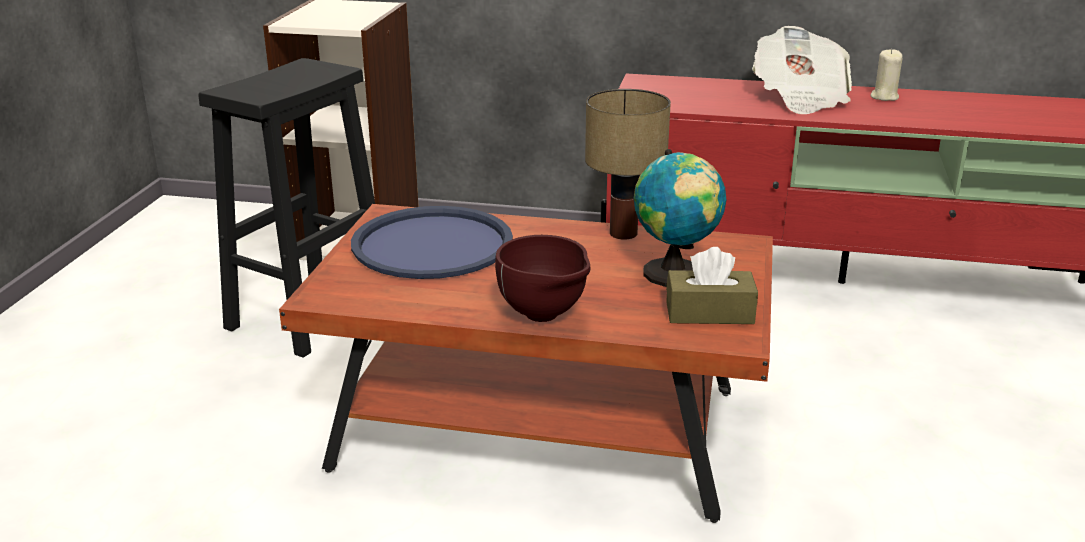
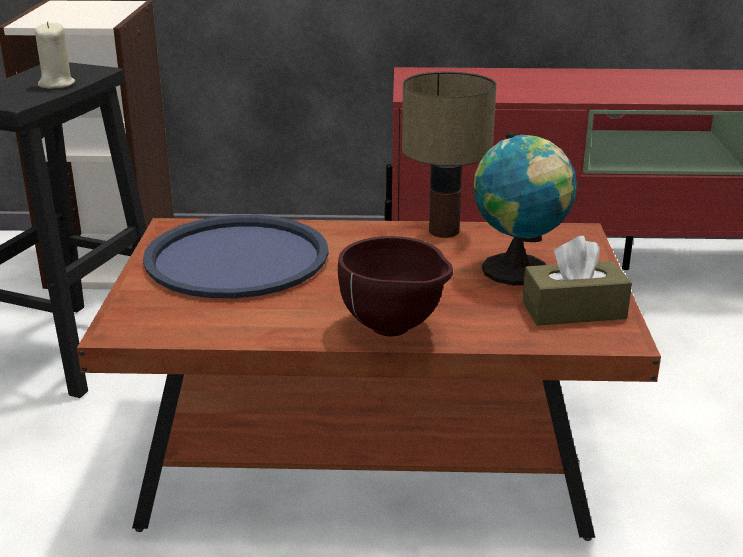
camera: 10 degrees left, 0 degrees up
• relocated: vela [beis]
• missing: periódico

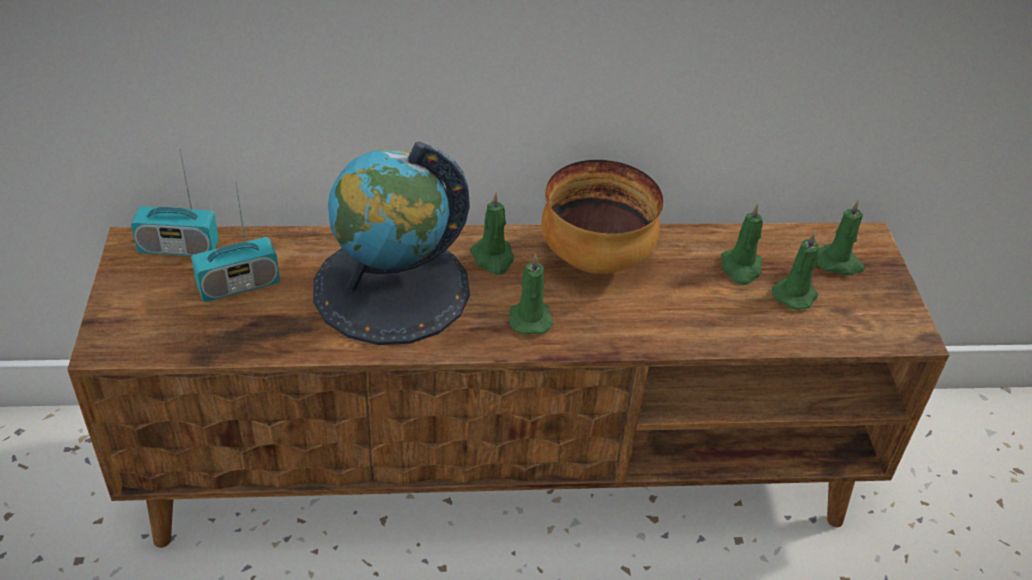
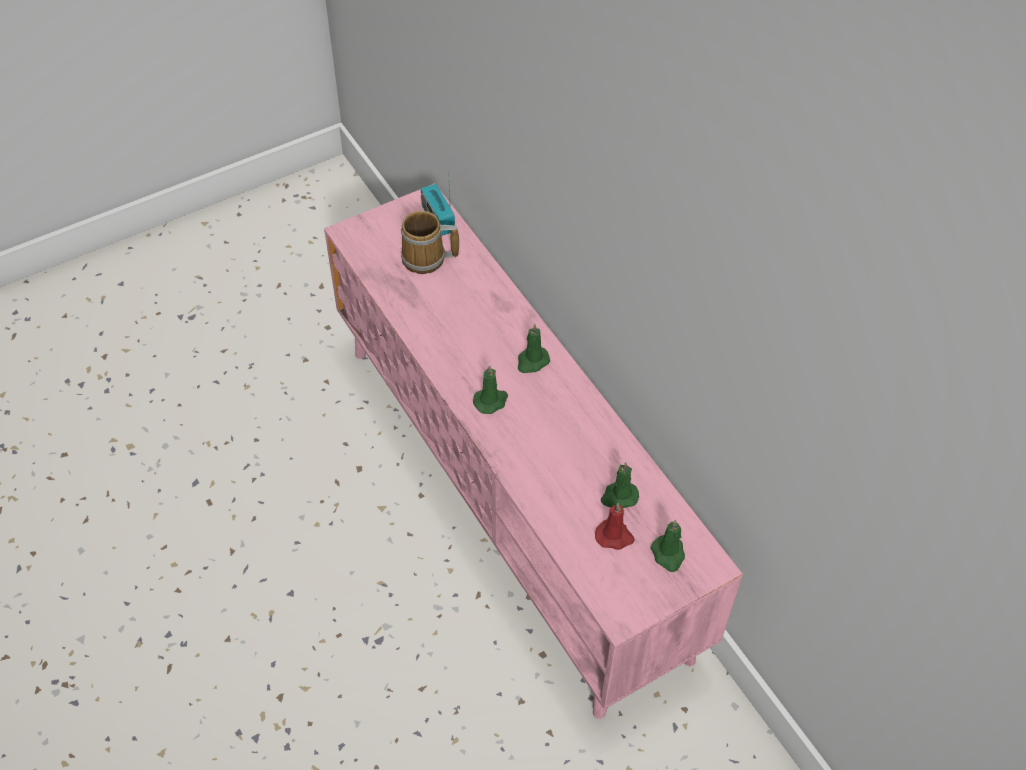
camera: 65 degrees right, 10 degrees up
• colour: mueble de televisión [marrón] to mueble de televisión [rosa]
• exchanged: radio (no. 2 from left) to taza grande
• colour: vela [verde] (no. 4 from left) to vela [rojo]
• missing: globo terráqueo
• missing: cuenco

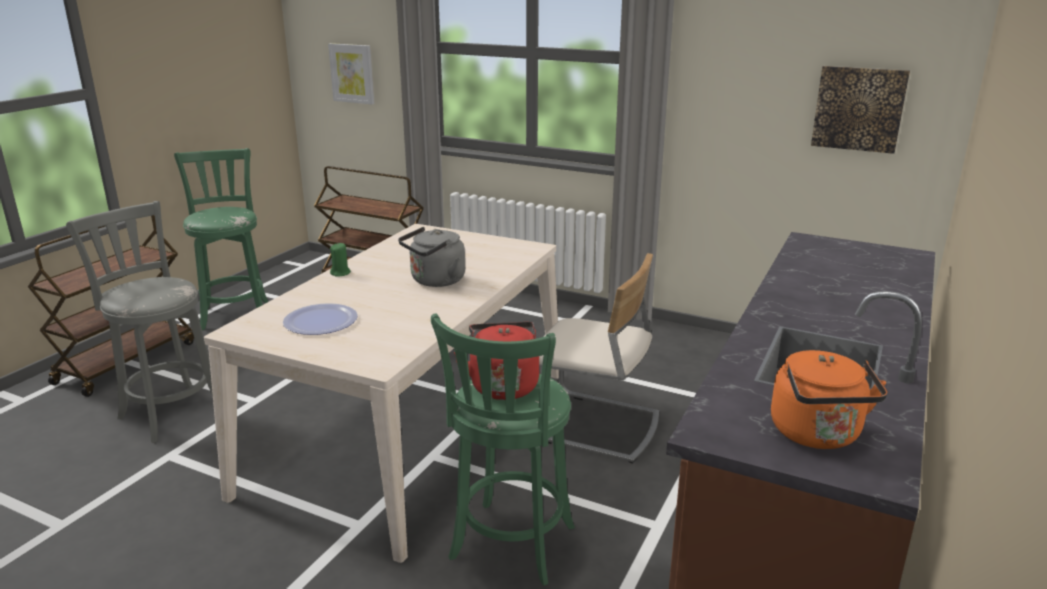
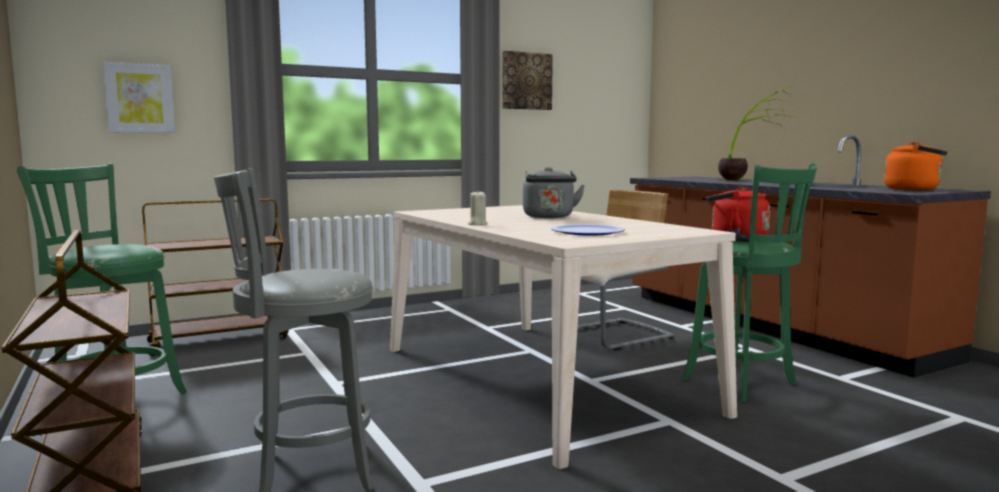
camera: 55 degrees left, 15 degrees down
• colour: vela [verde] to vela [beis]
• relocated: cuadro (no. 2 from left)
• appeared: planta en maceta

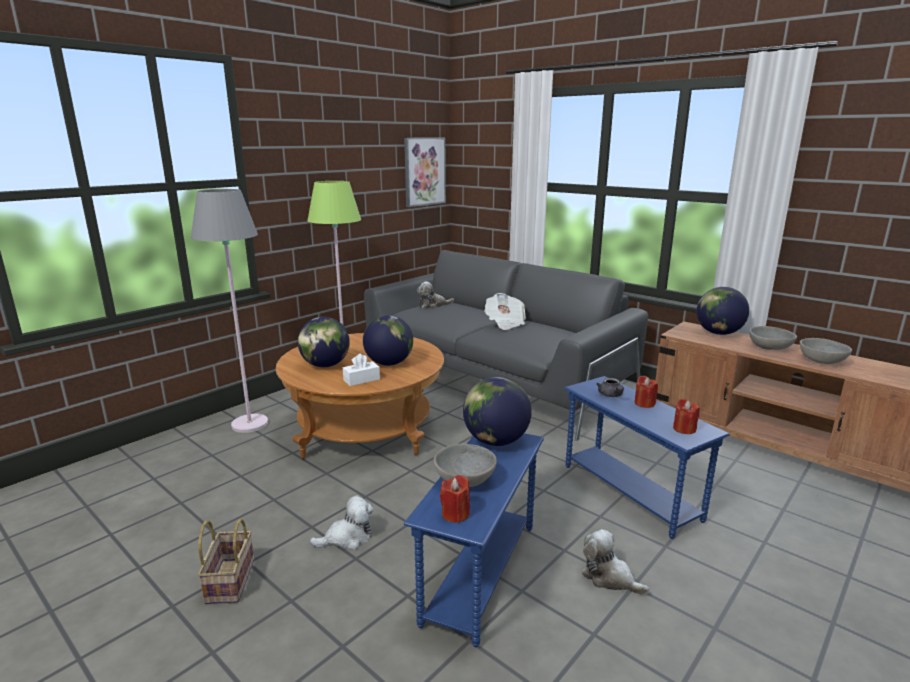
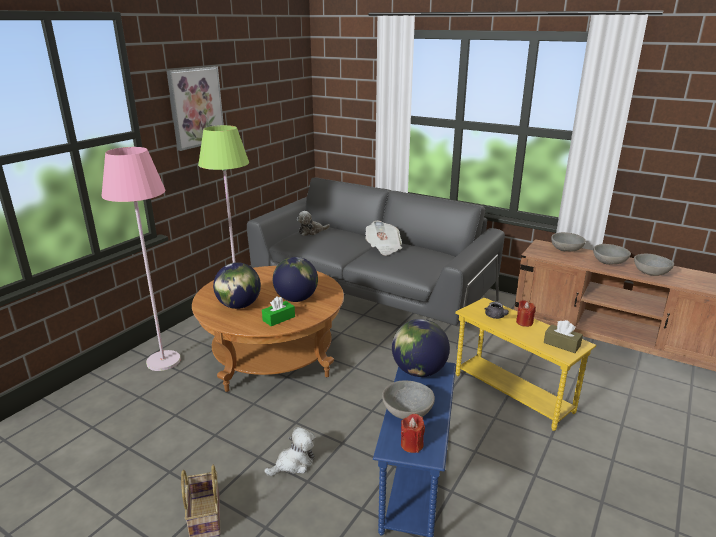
camera: 10 degrees left, 5 degrees up
• colour: lámpara de pie [gris] to lámpara de pie [rosa]
• relocated: cuadro
• colour: caja de pañuelos [blanco] to caja de pañuelos [verde]
• colour: mesa auxiliar [azul] (no. 2 from left) to mesa auxiliar [amarillo]
• exchanged: vela [rojo] (no. 3 from left) to caja de pañuelos [marrón]
• exchanged: globo terráqueo (no. 4 from left) to cuenco [gris] (no. 2 from left)
• missing: peluche (no. 3 from left)

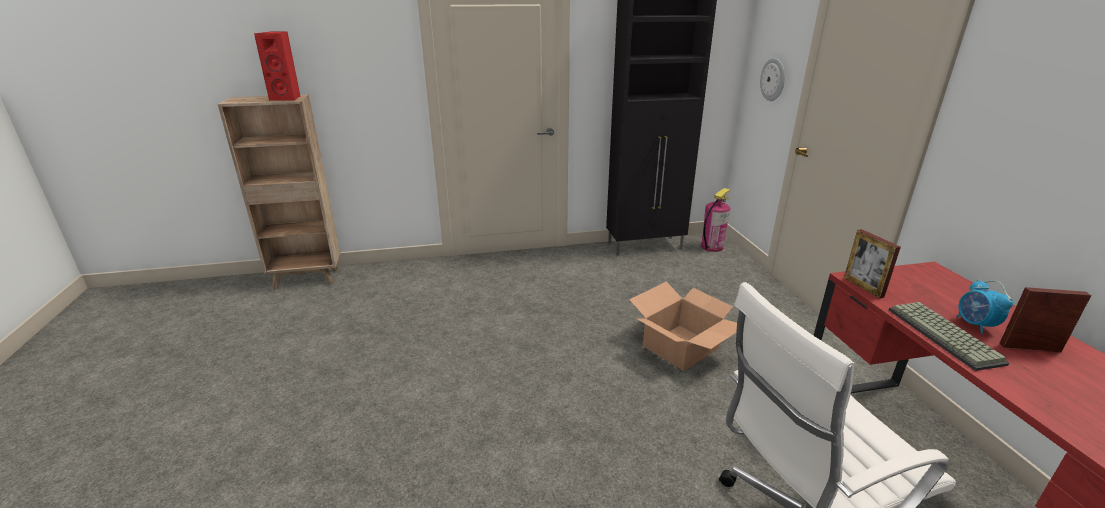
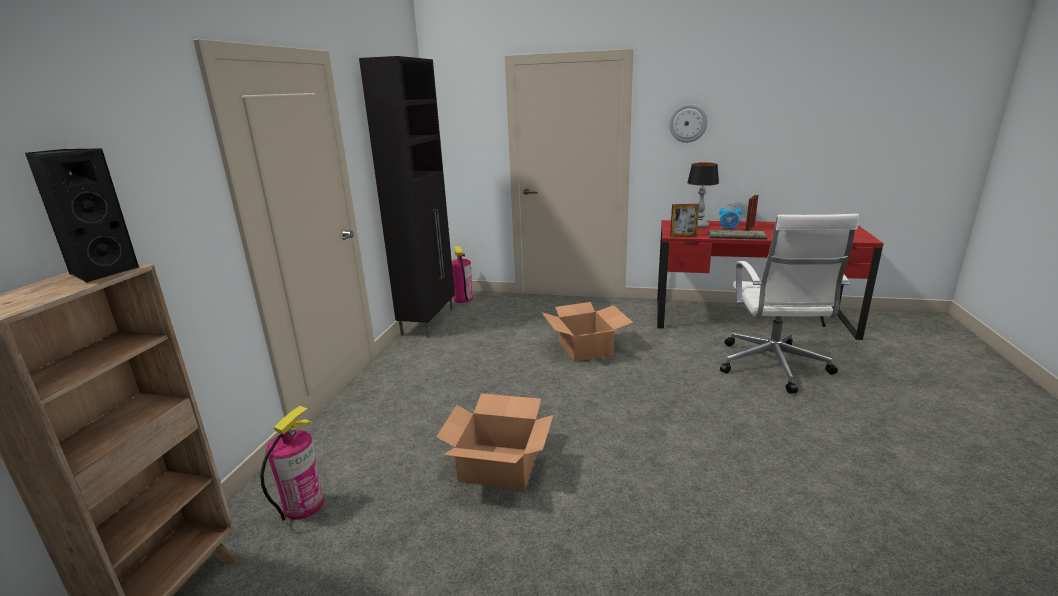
camera: 65 degrees left, 5 degrees down
• colour: altavoz [rojo] to altavoz [negro]
• appeared: extintor (no. 1 from left)
• appeared: caja de cartón (no. 1 from left)
• relocated: reloj de pared
• appeared: lámpara de mesa

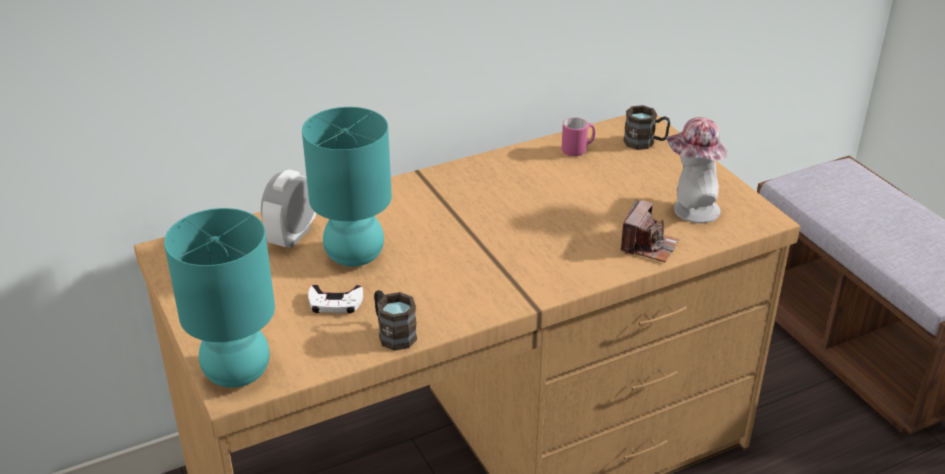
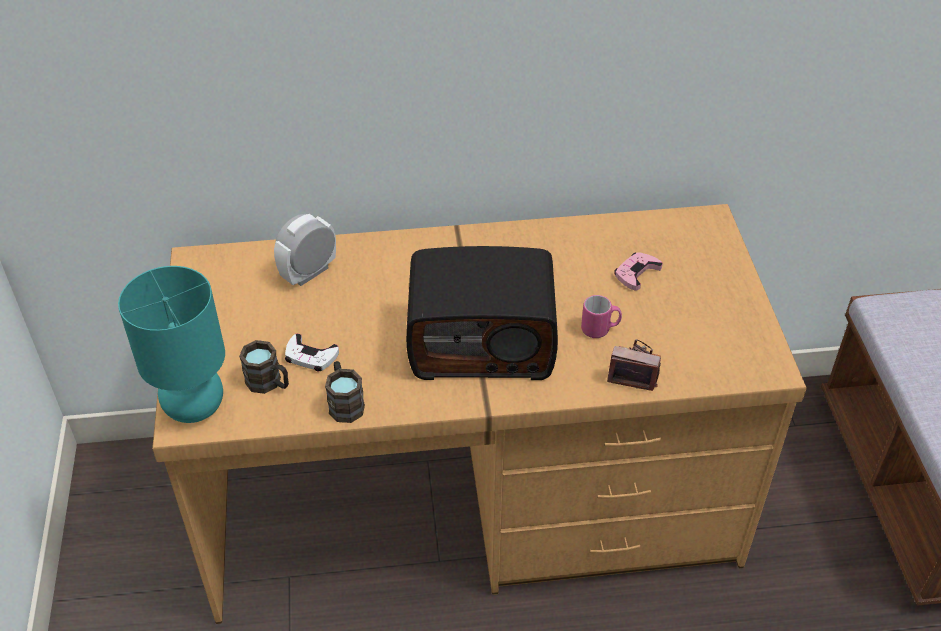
camera: 20 degrees right, 10 degrees up
• relocated: taza grande [marrón] (no. 2 from left in the first image) to taza grande [marrón] (no. 1 from left)
• appeared: radio
• relocated: taza grande [rosa]
• spun: cámara 120 degrees counterclockwise
• appeared: mando de consola [rosa]
• missing: lámpara de mesa [turquesa] (no. 2 from left)
• missing: sombrero

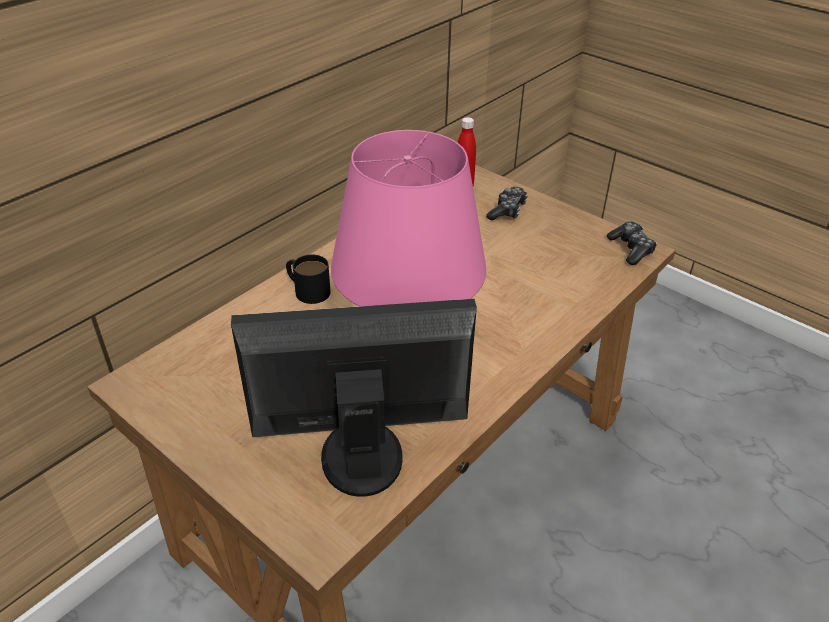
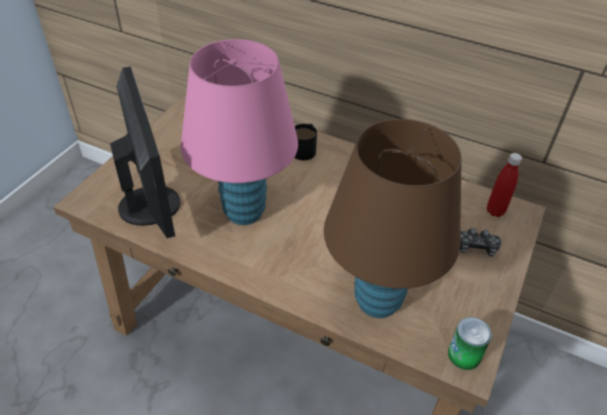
camera: 75 degrees right, 5 degrees up
• appeared: lámpara de mesa [marrón]
• exchanged: mando de consola (no. 2 from left) to lata

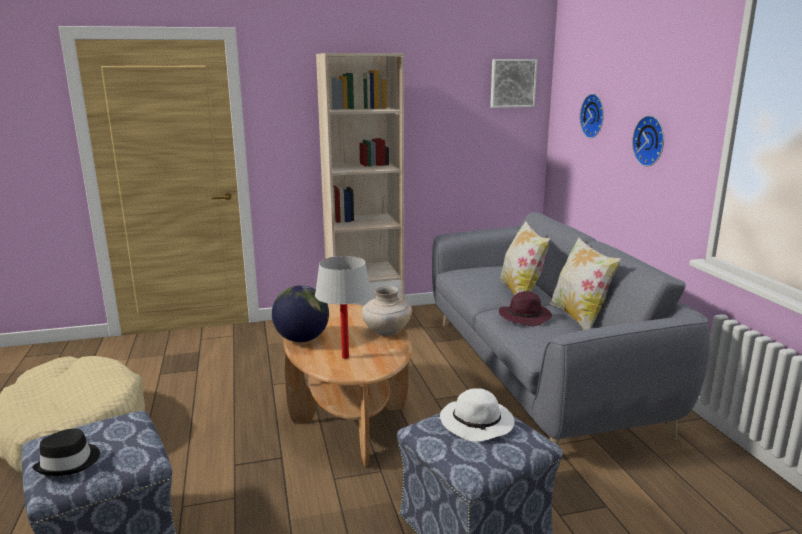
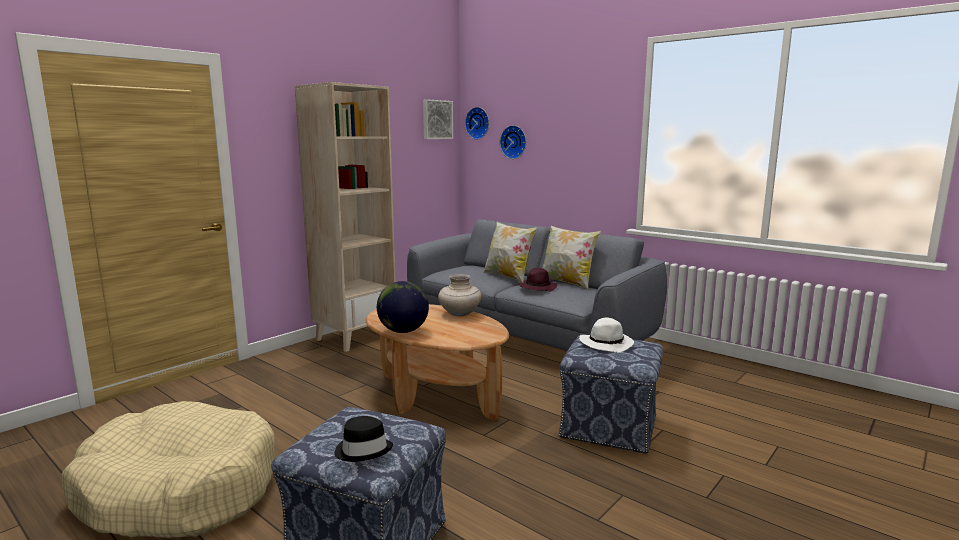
camera: 35 degrees left, 5 degrees down
• relocated: reloj de pared (no. 2 from left in the first image) to reloj de pared (no. 1 from left)
• missing: lámpara de mesa [blanco]

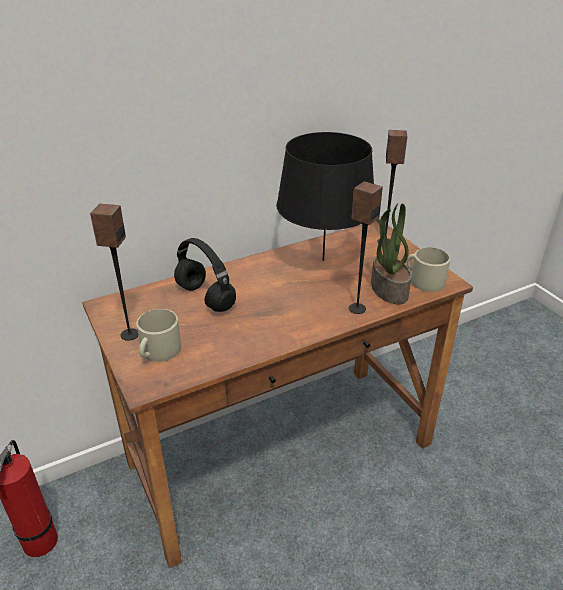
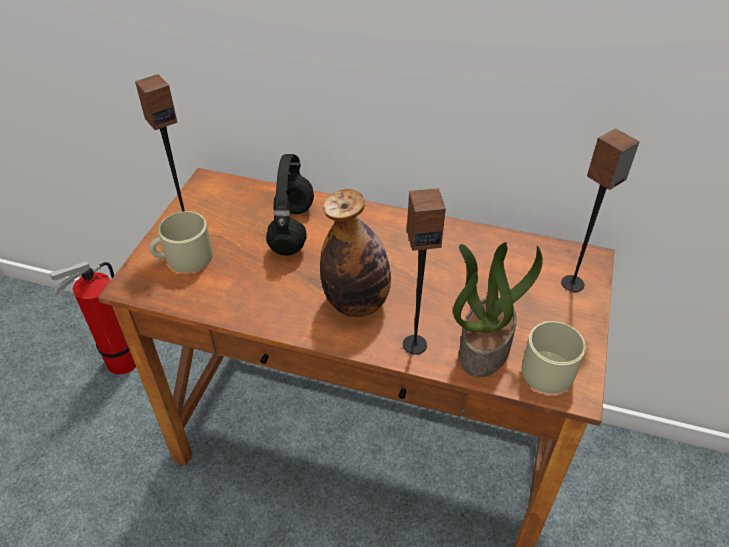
camera: 45 degrees right, 10 degrees up
• appeared: botella
• missing: lámpara de mesa [negro]

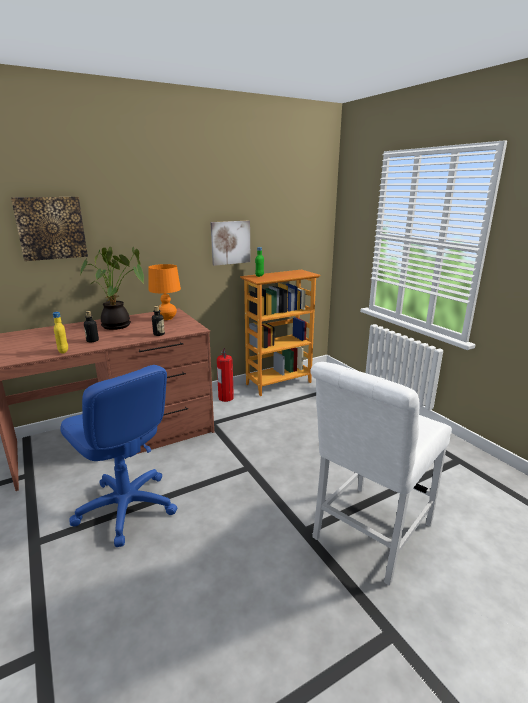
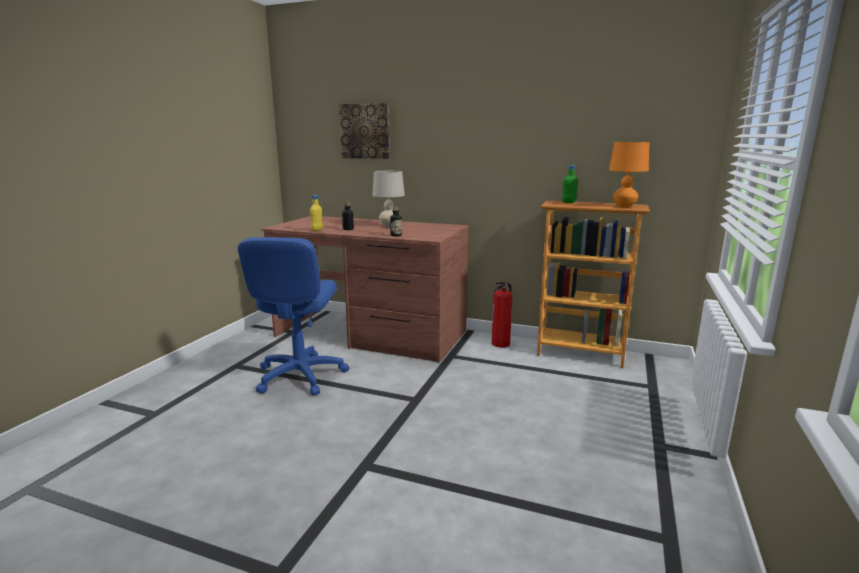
camera: 50 degrees right, 5 degrees down
• exchanged: planta en maceta to lámpara de mesa [beis]
• relocated: lámpara de mesa [naranja]
• missing: cuadro (no. 2 from left)
• missing: silla [blanco]

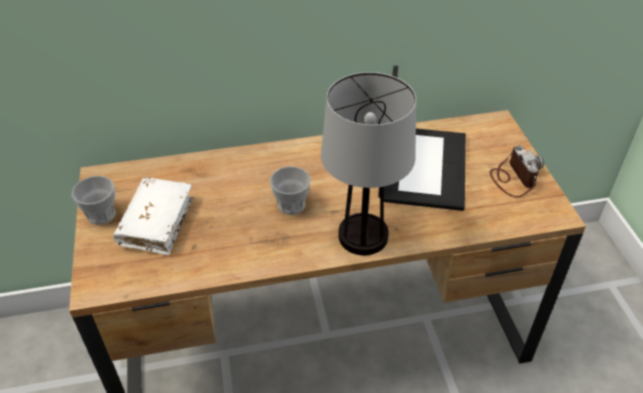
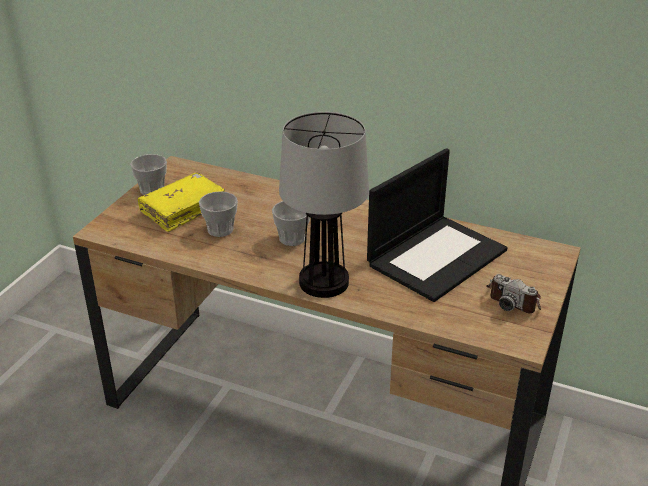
camera: 35 degrees right, 10 degrees down
• colour: libro [blanco] to libro [amarillo]
• appeared: taza (no. 2 from left)
• spun: cámara 105 degrees clockwise

